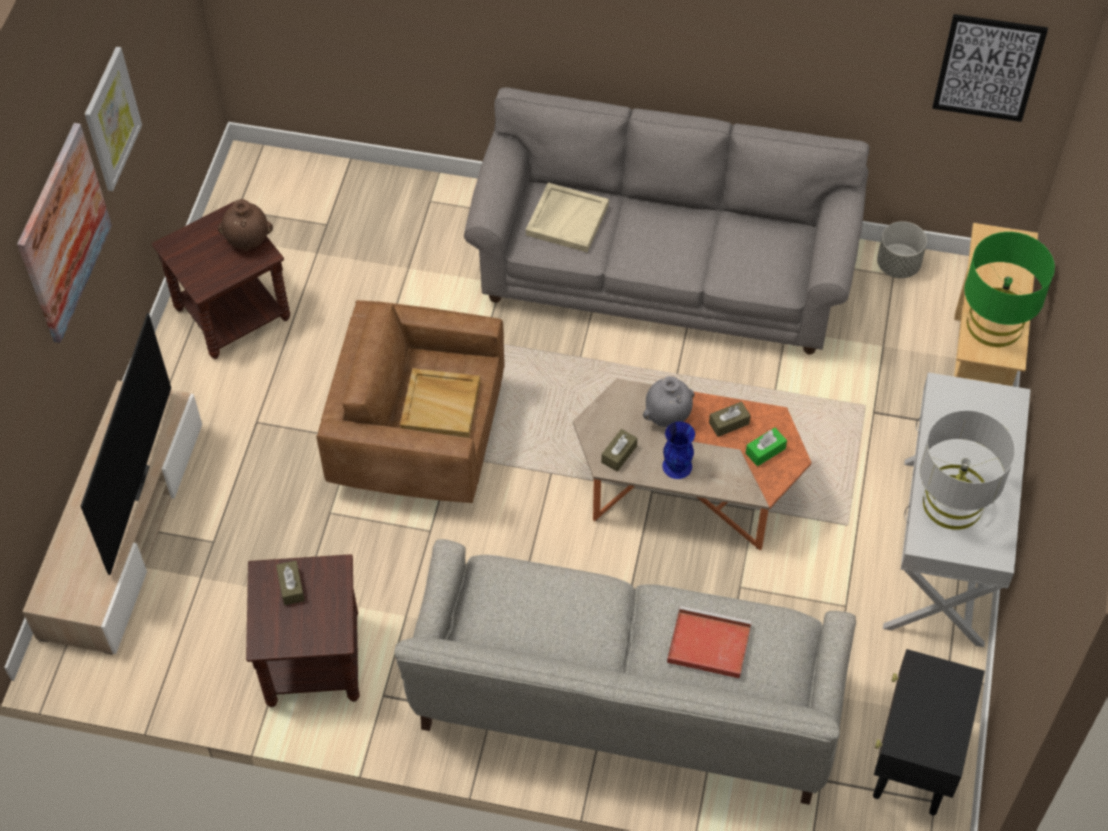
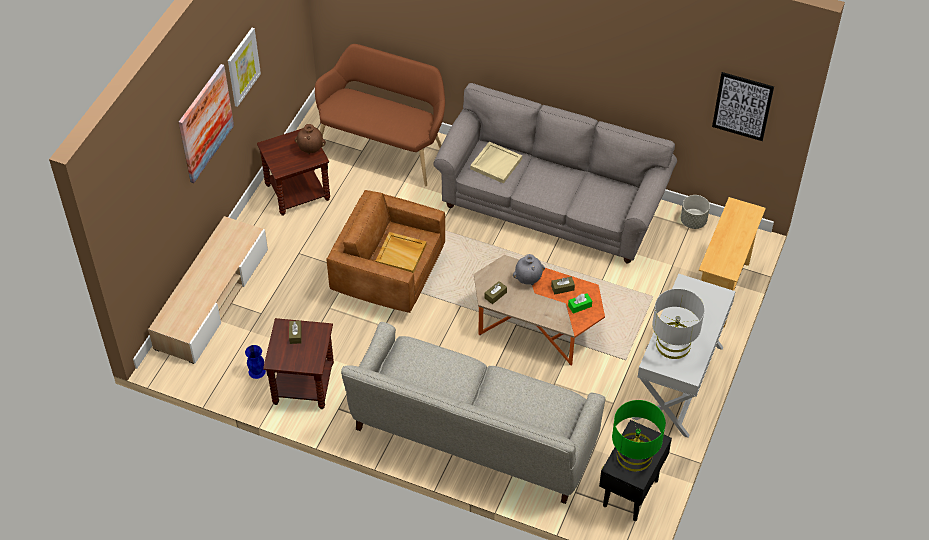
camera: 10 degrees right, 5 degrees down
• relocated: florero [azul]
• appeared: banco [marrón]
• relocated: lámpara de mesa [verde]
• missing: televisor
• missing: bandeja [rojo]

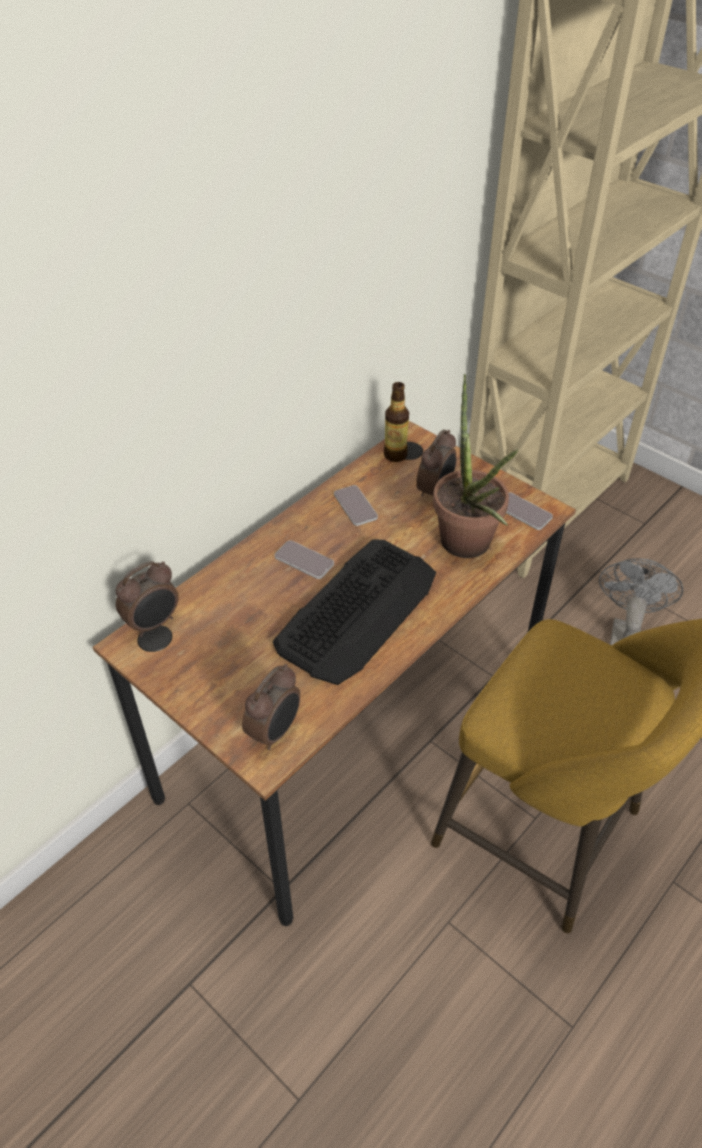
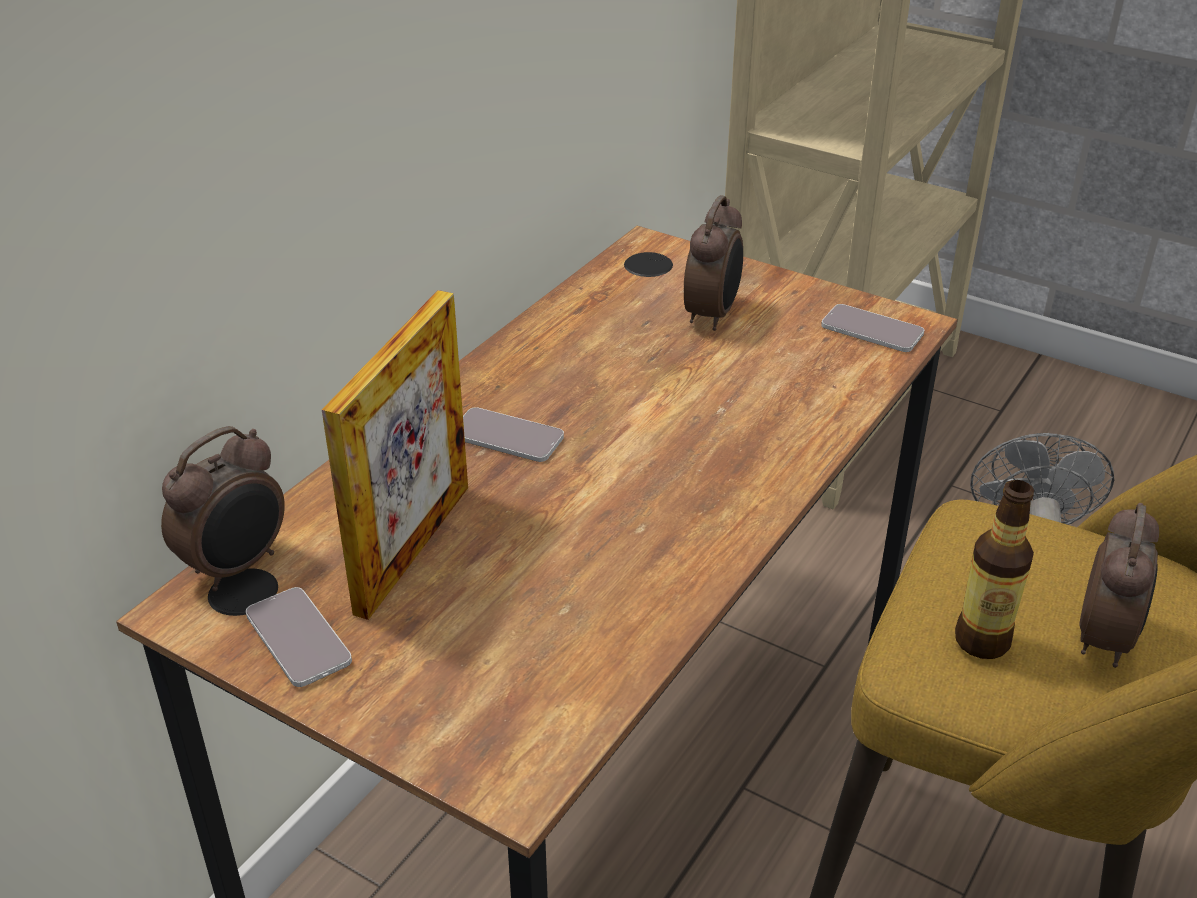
camera: 10 degrees left, 10 degrees down
• relocated: móvil (no. 2 from left in the first image) to móvil (no. 1 from left)
• appeared: portarretratos
• relocated: botella
• relocated: despertador (no. 2 from left in the first image) to despertador (no. 3 from left)
• missing: teclado
• missing: planta en maceta

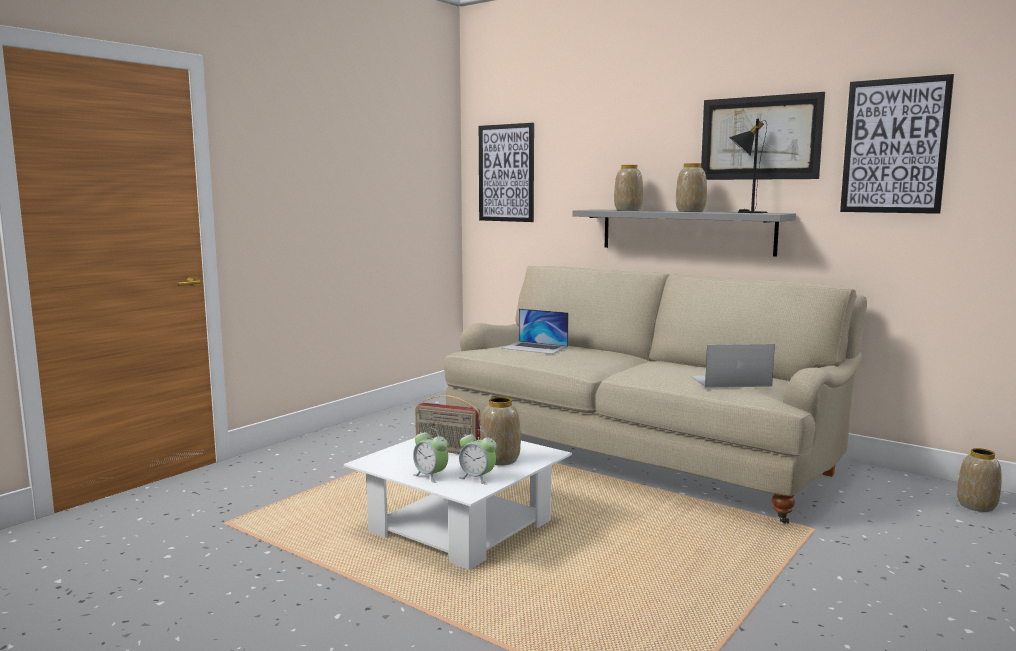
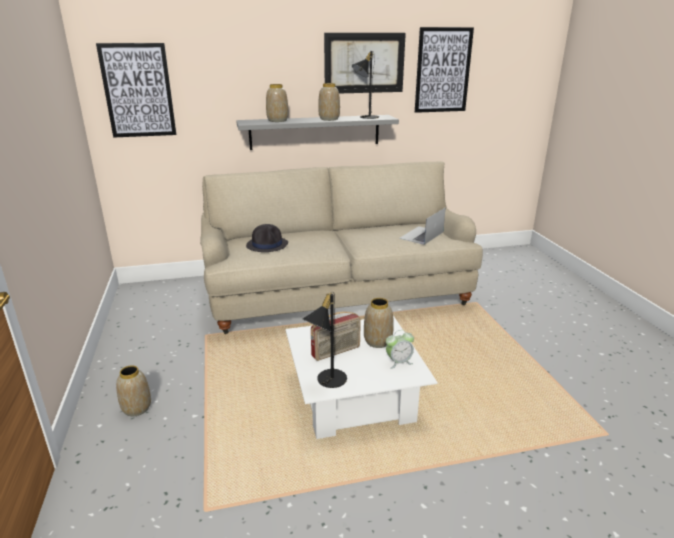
camera: 50 degrees left, 15 degrees up
• relocated: florero (no. 4 from left in the first image) to florero (no. 1 from left)
• exchanged: portátil (no. 1 from left) to sombrero [negro]
• appeared: lámpara de mesa [negro] (no. 1 from left)
• missing: despertador (no. 1 from left)

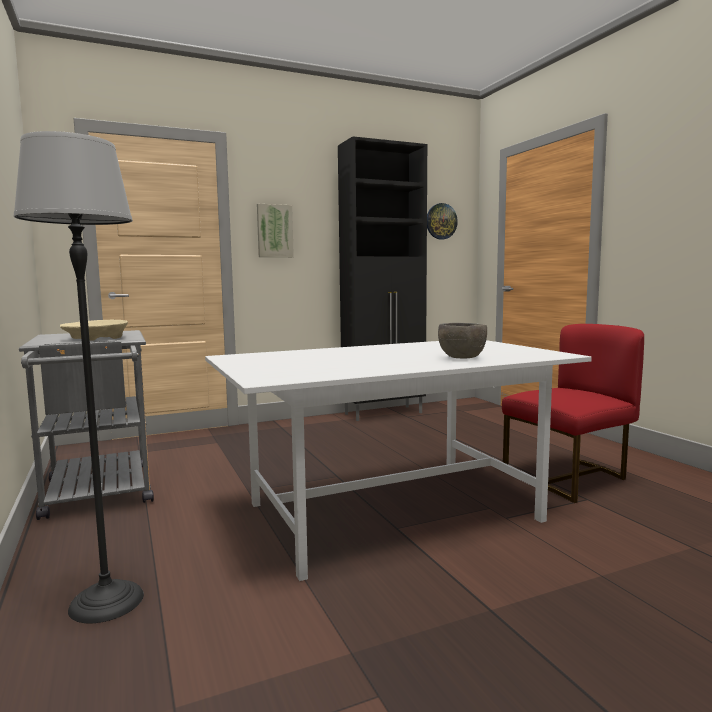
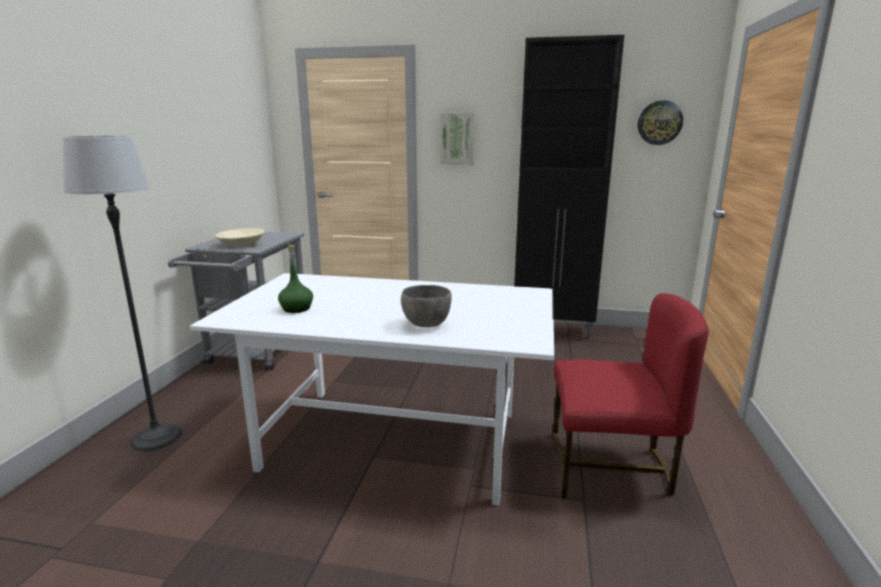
camera: 35 degrees right, 10 degrees up
• appeared: botella [verde]

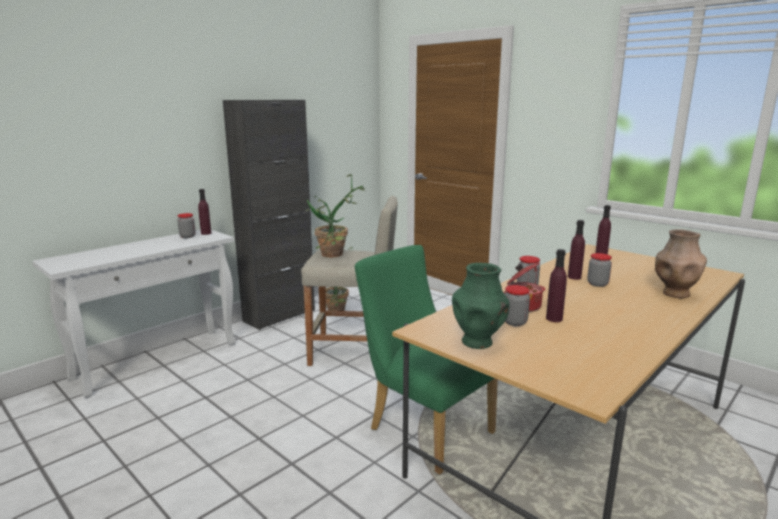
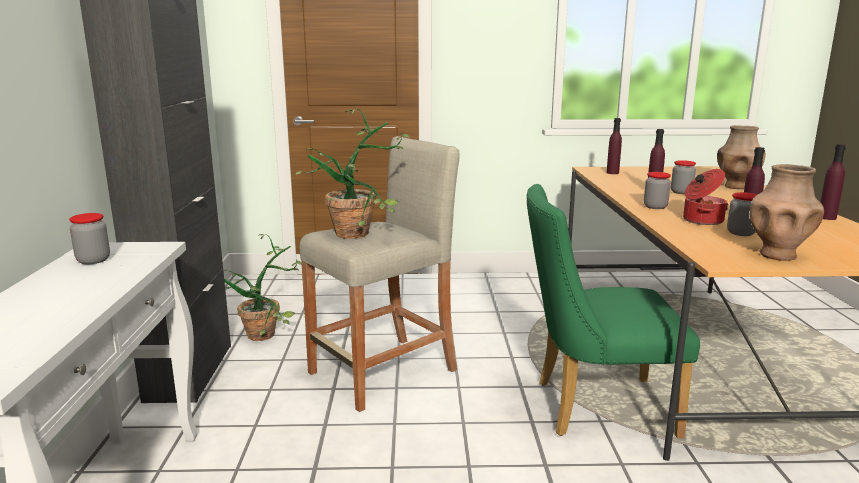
camera: 45 degrees left, 0 degrees up
• colour: florero [verde] to florero [marrón] (no. 2 from left)
• relocated: botella [morado] (no. 1 from left in the first image) to botella [morado] (no. 4 from left)

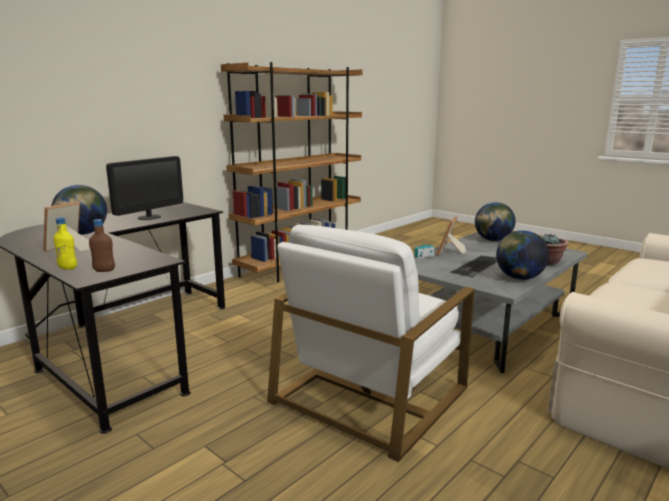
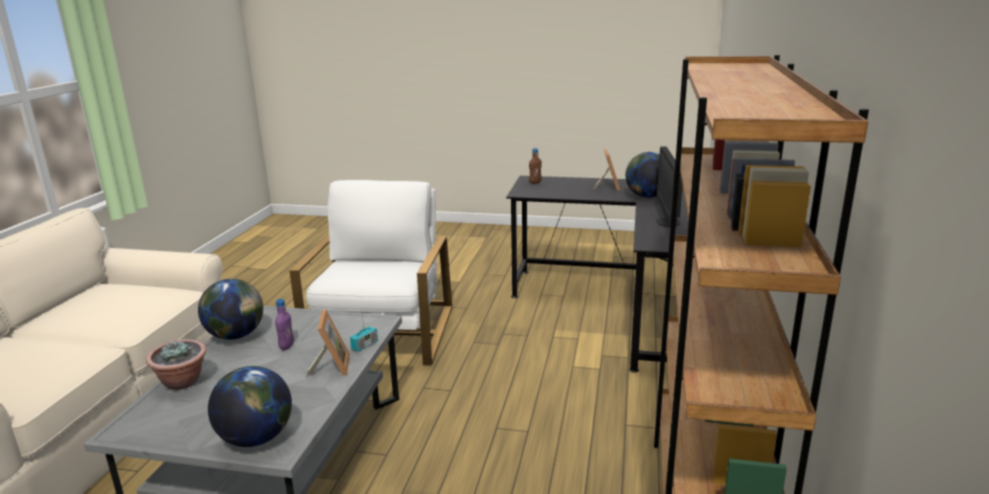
camera: 150 degrees right, 5 degrees up
• exchanged: teclado to botella [morado]
• missing: botella [amarillo]

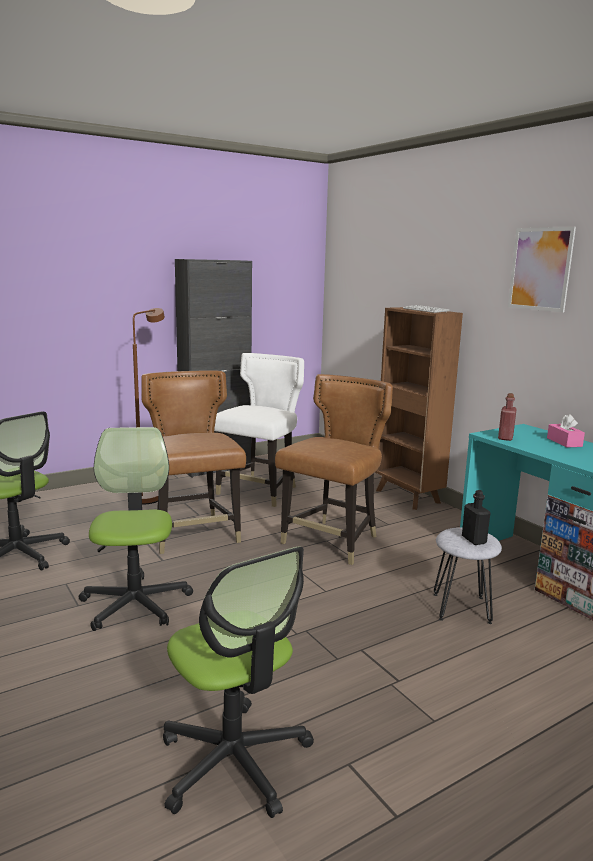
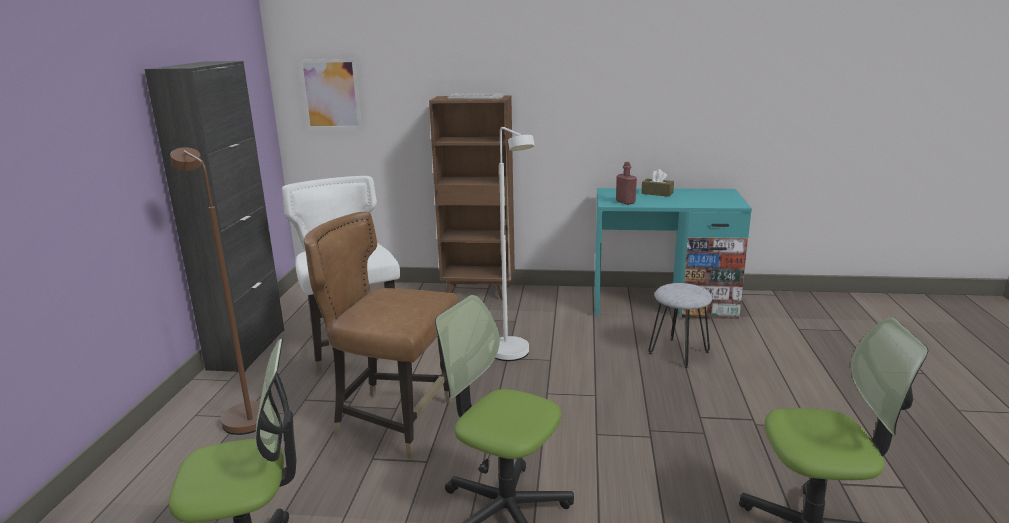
camera: 50 degrees left, 5 degrees up
• relocated: cuadro
• exchanged: silla [marrón] (no. 2 from left) to lámpara de pie [blanco]
• colour: caja de pañuelos [rosa] to caja de pañuelos [marrón]
• missing: botella [negro]

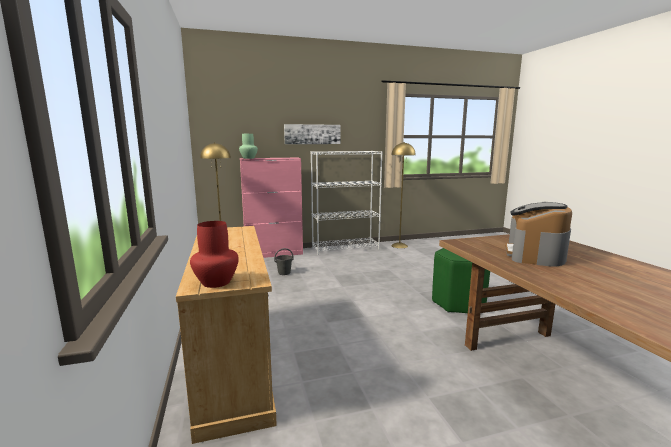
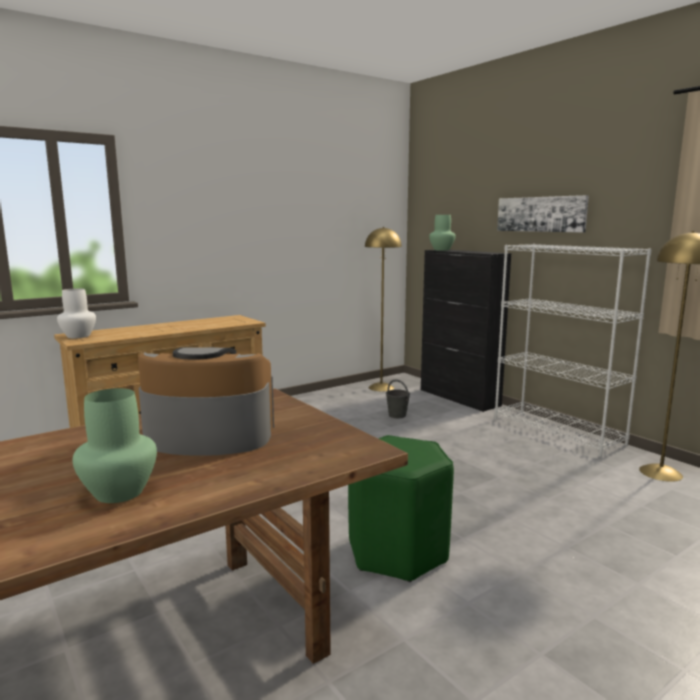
camera: 70 degrees right, 0 degrees up
• colour: florero [rojo] to florero [blanco]
• appeared: florero [verde] (no. 1 from left)
• colour: armario [rosa] to armario [negro]

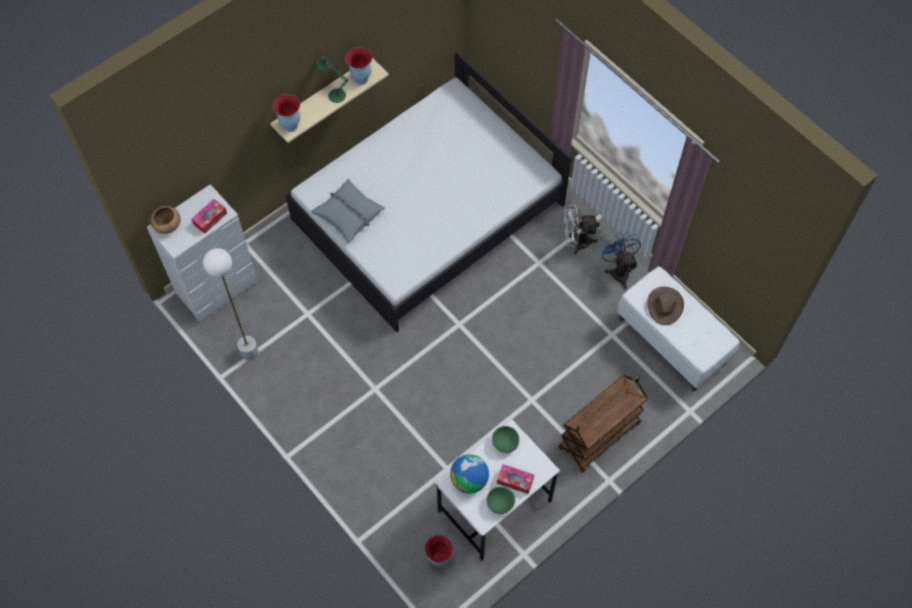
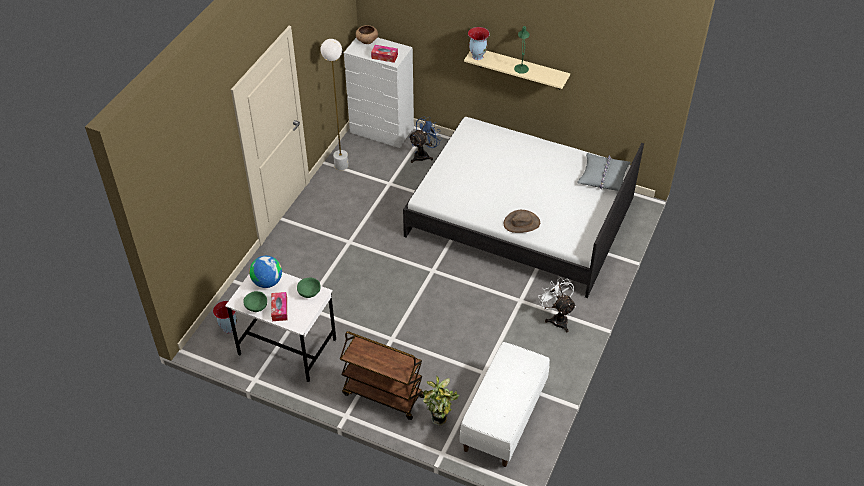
camera: 65 degrees right, 15 degrees down
• relocated: ventilador [azul]
• appeared: planta en maceta
• relocated: sombrero [marrón]
• relocated: cojín [gris]
• missing: florero (no. 2 from left)

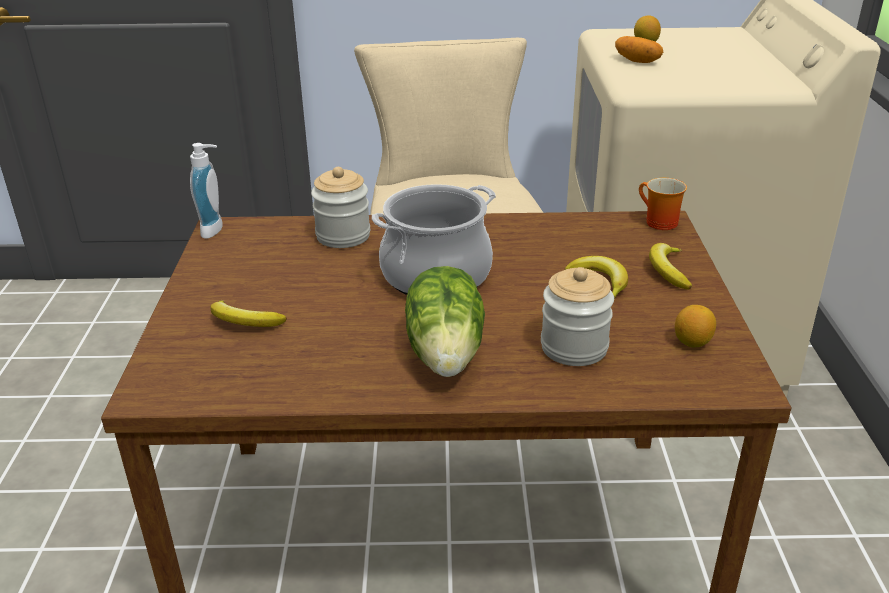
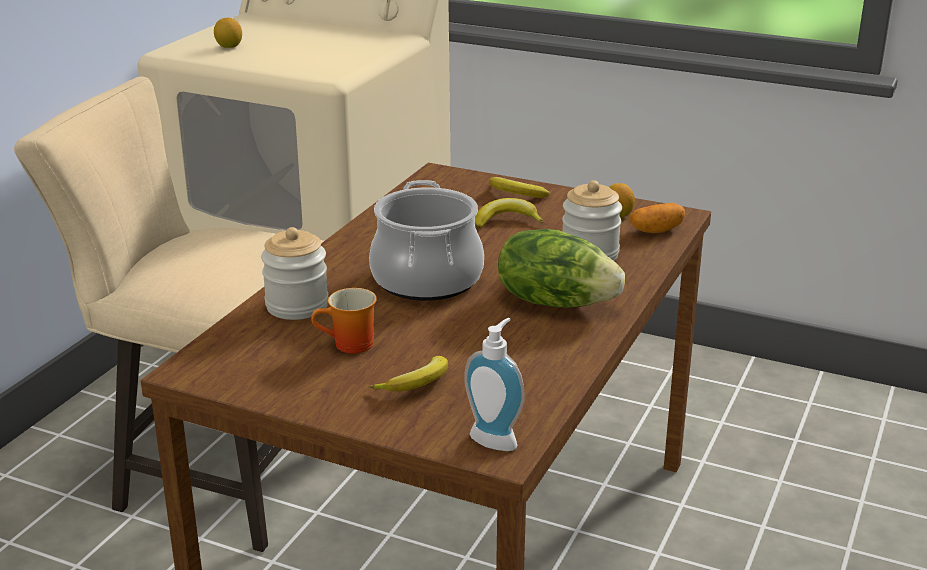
camera: 65 degrees left, 5 degrees down
• relocated: taza grande
• relocated: dispensador de jabón
• relocated: patata

